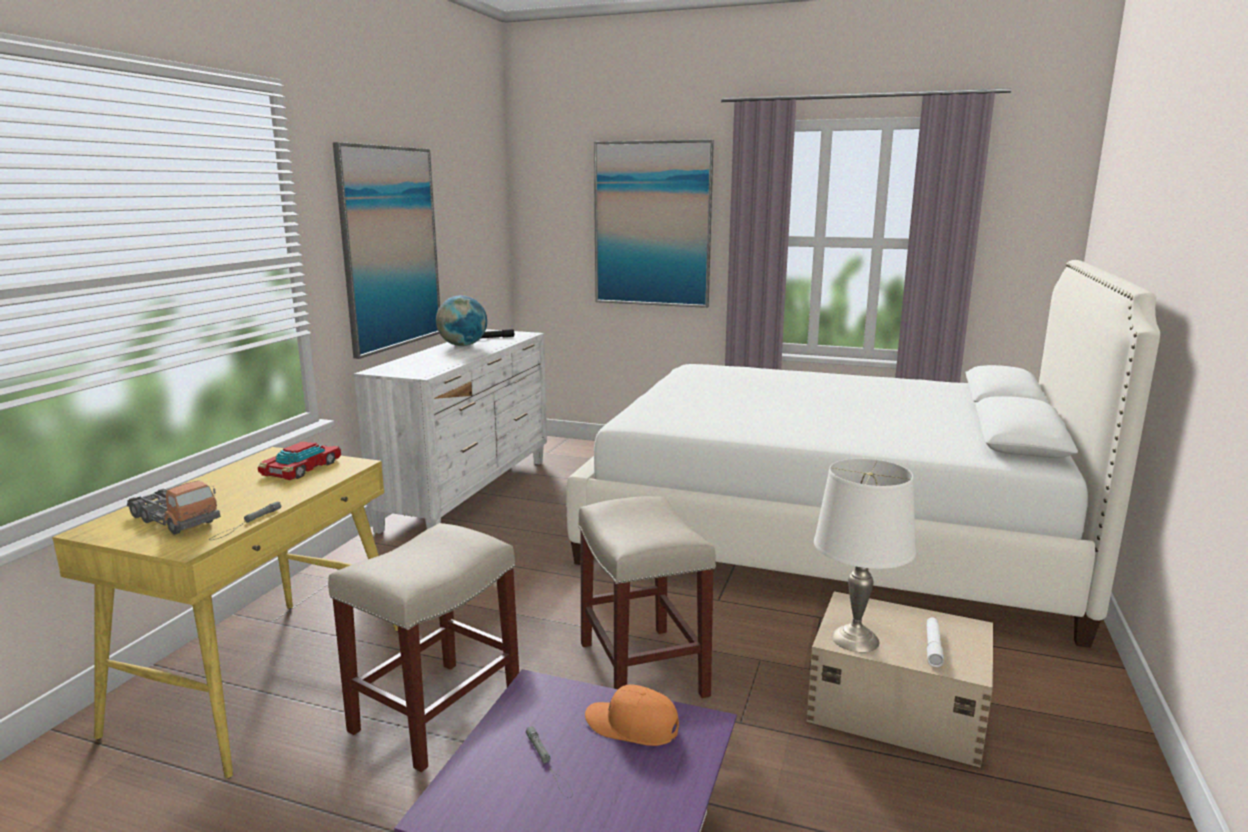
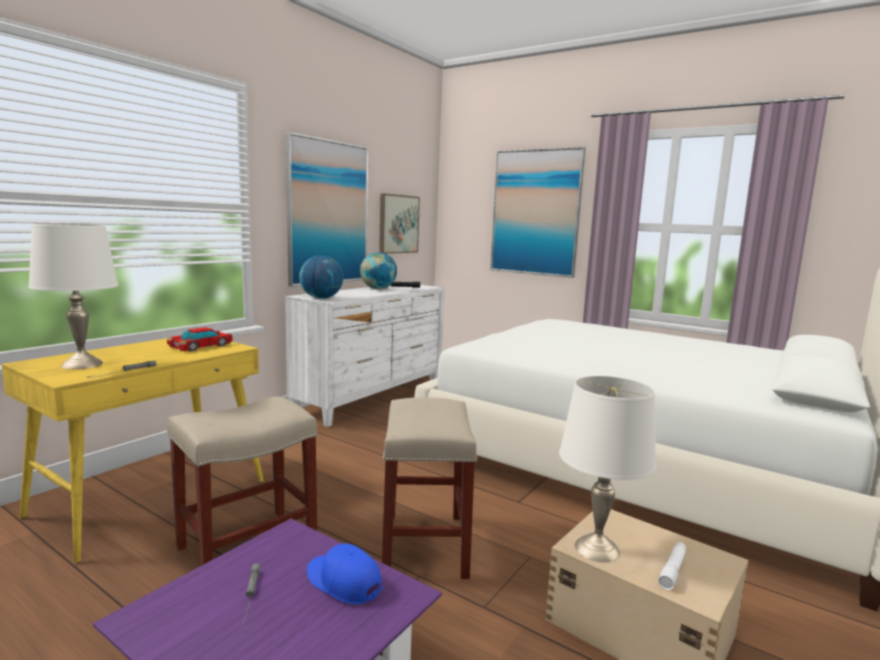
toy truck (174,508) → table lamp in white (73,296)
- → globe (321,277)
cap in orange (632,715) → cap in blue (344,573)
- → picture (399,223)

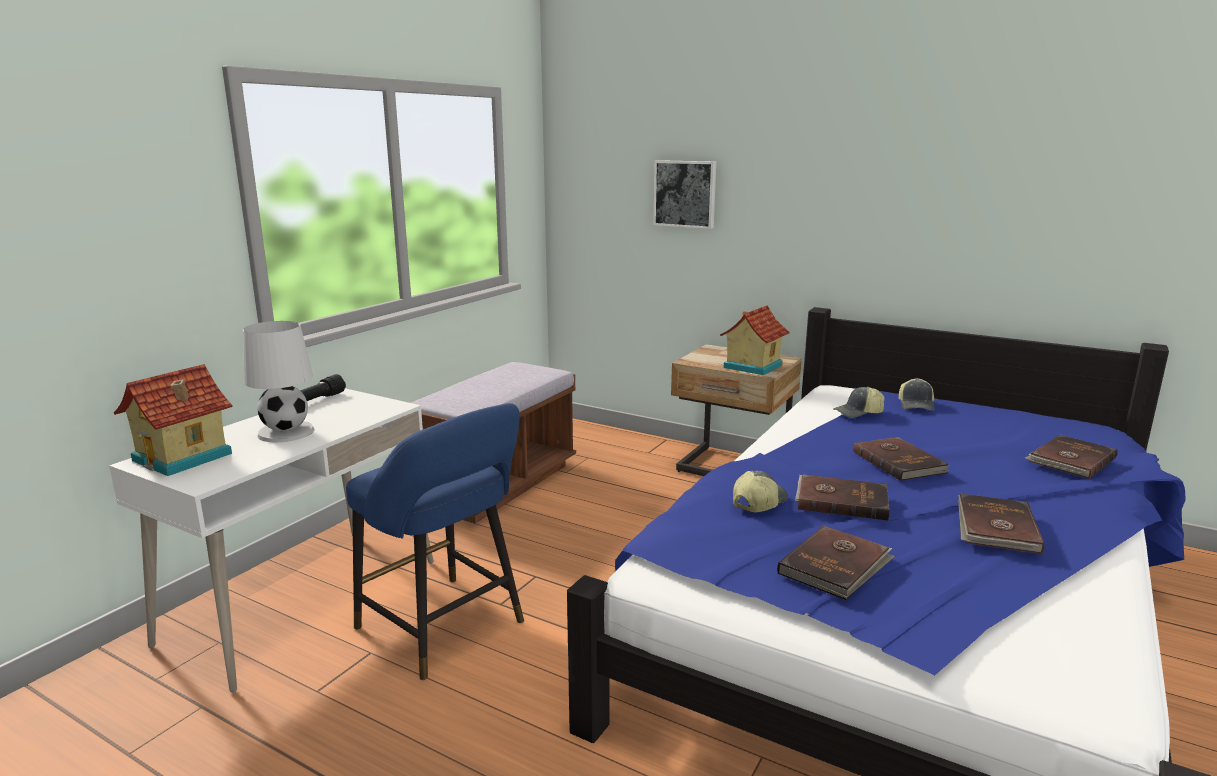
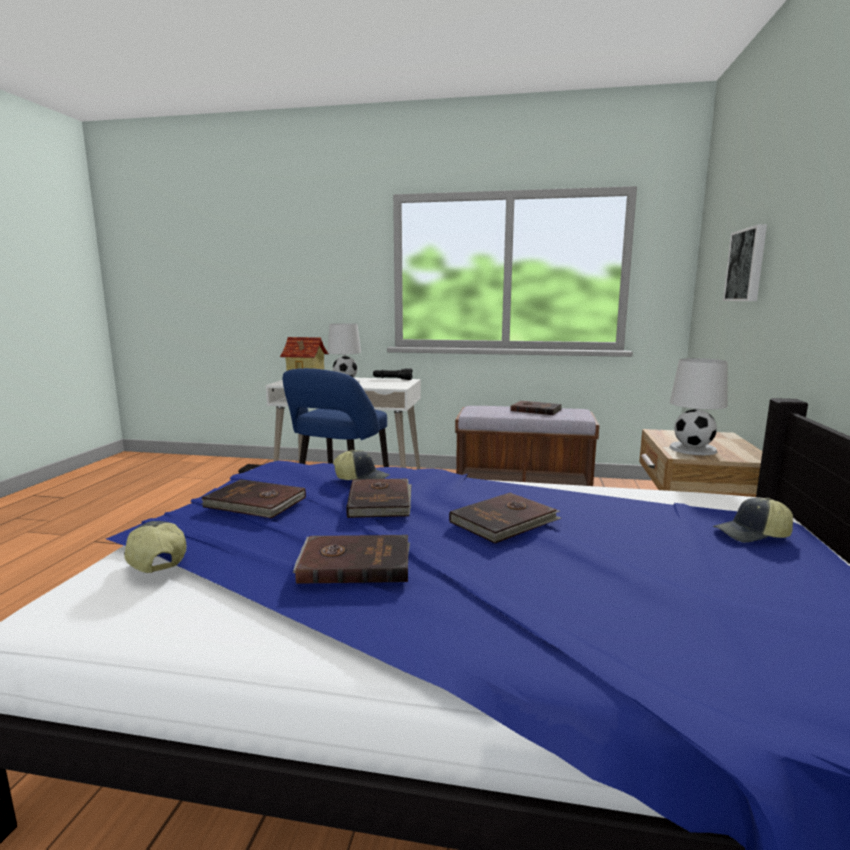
cap (859,402) → cap (155,547), shifted
book in brown (1071,457) → book in brown (536,408), shifted
toy house (755,340) → table lamp in white (698,406)

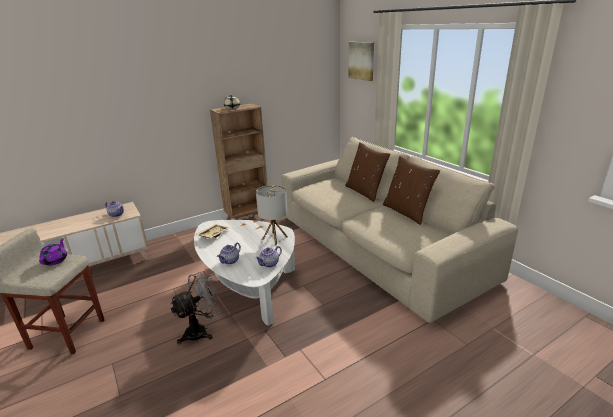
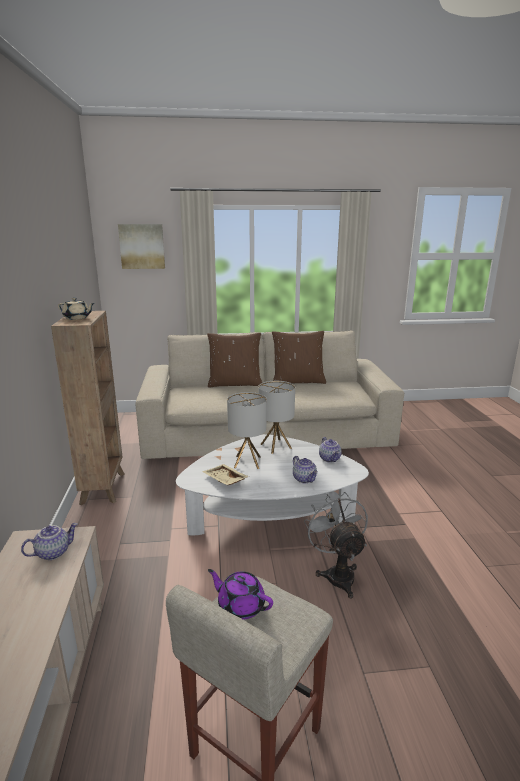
- → table lamp (247,430)

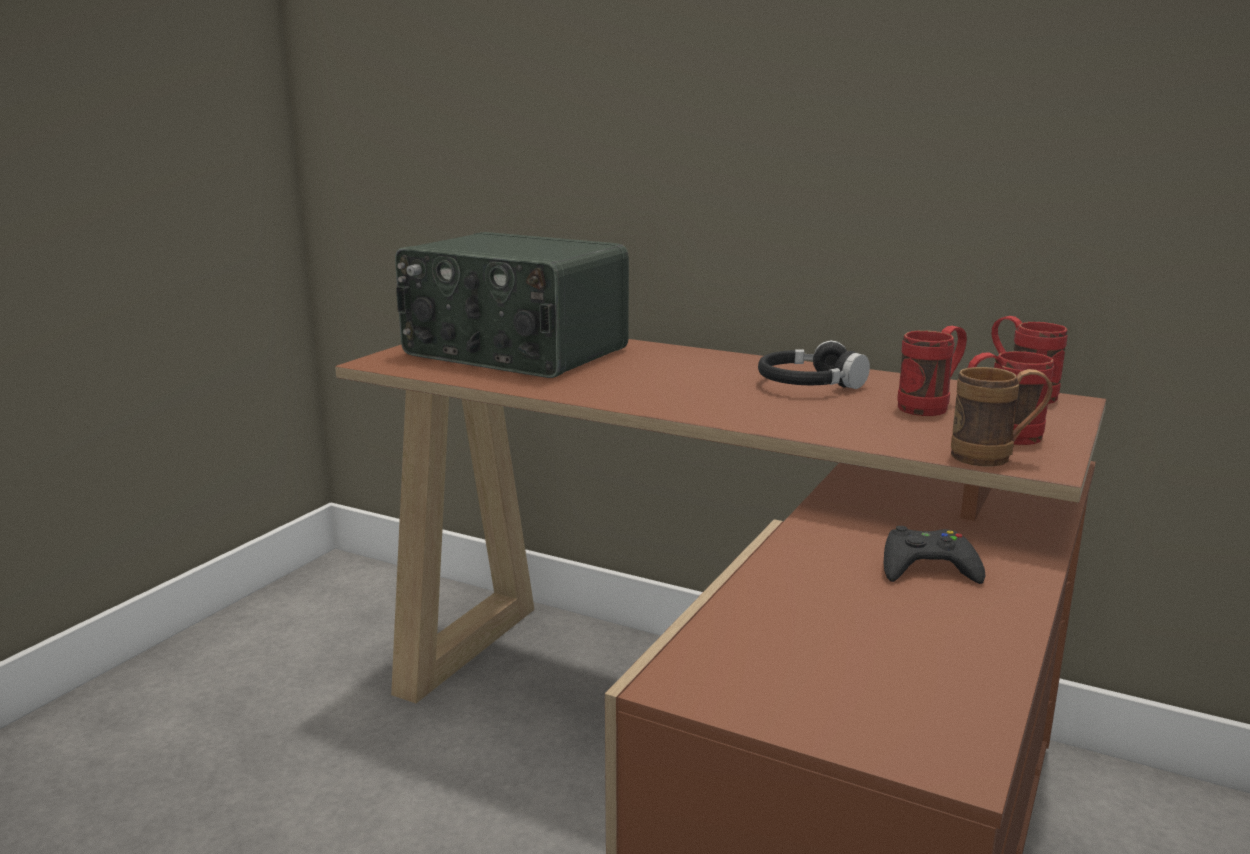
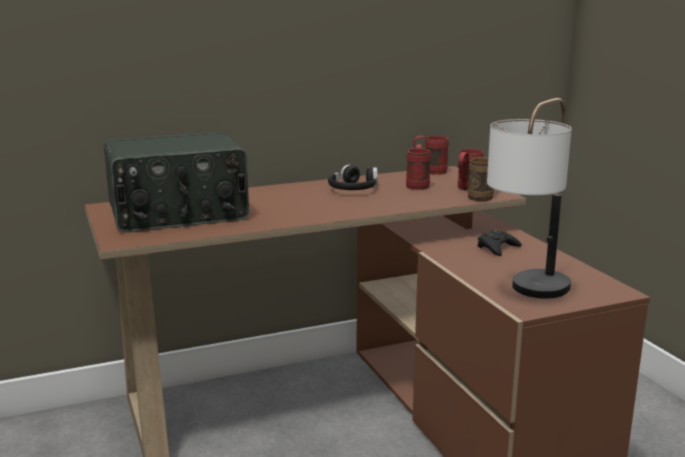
- → table lamp (529,198)

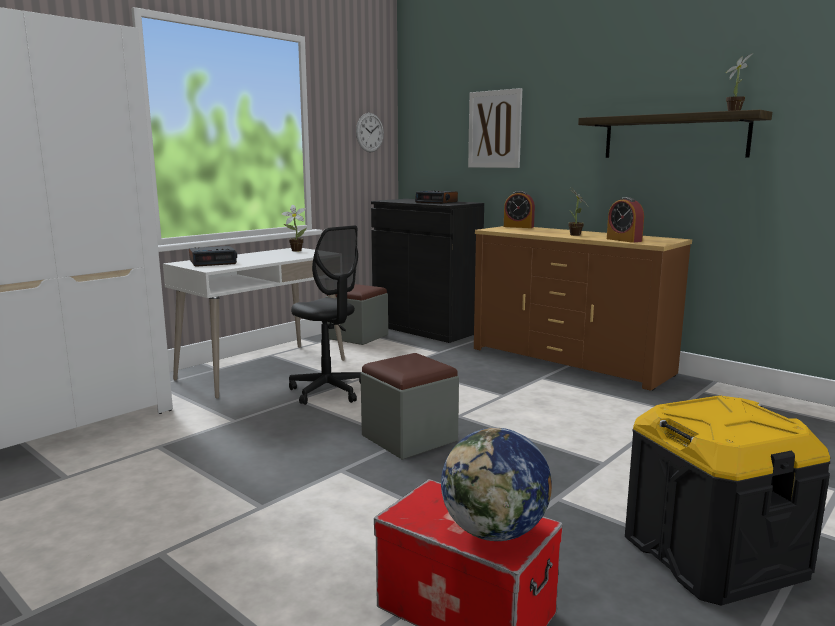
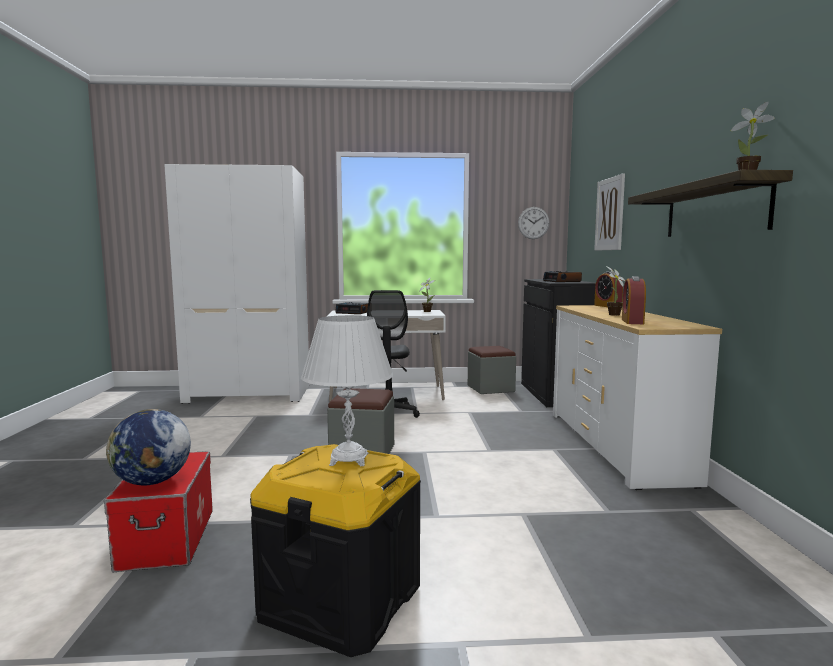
- → table lamp in white (347,390)
dresser in brown (583,308) → dresser in white (637,397)

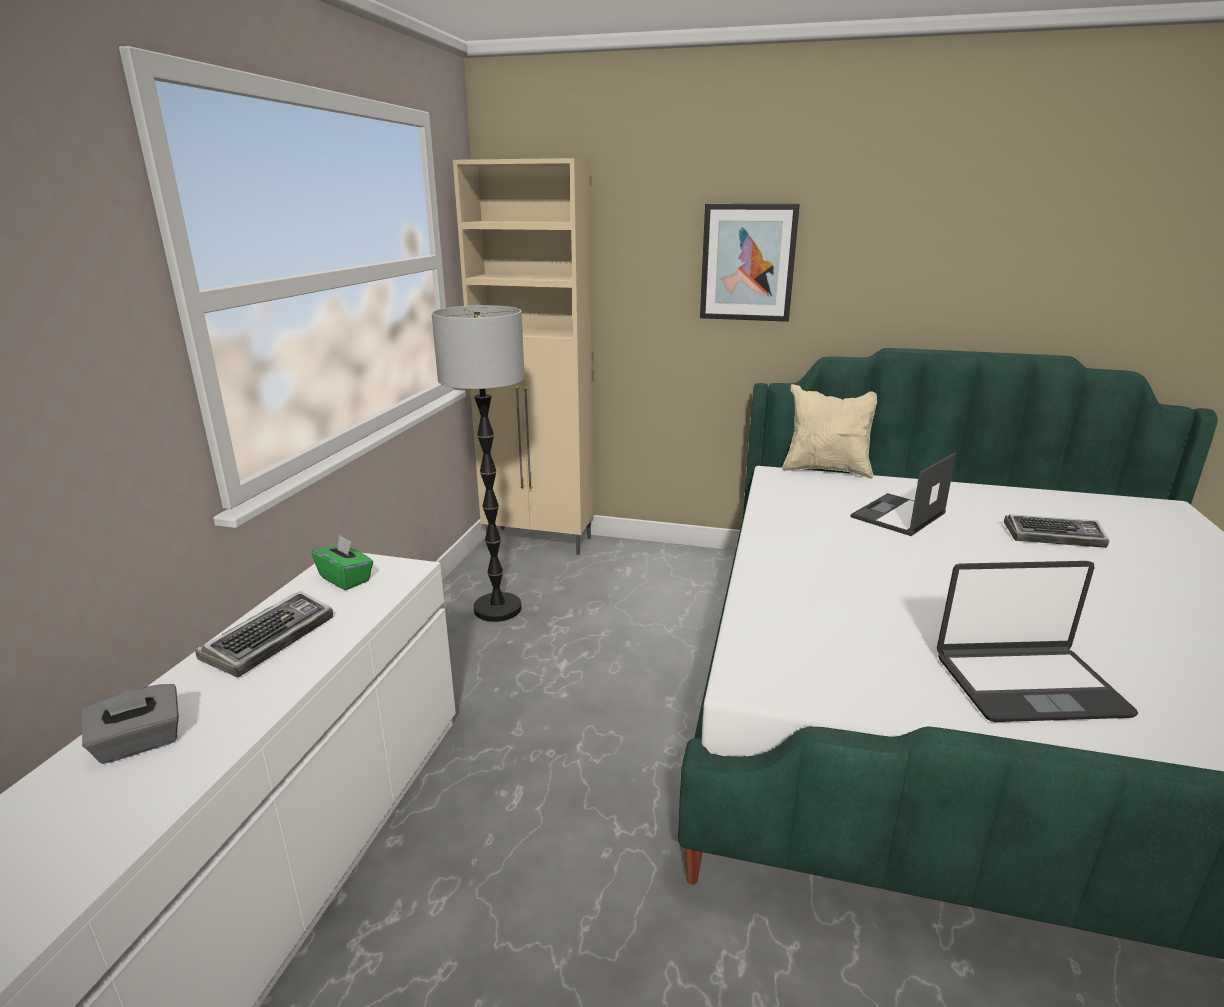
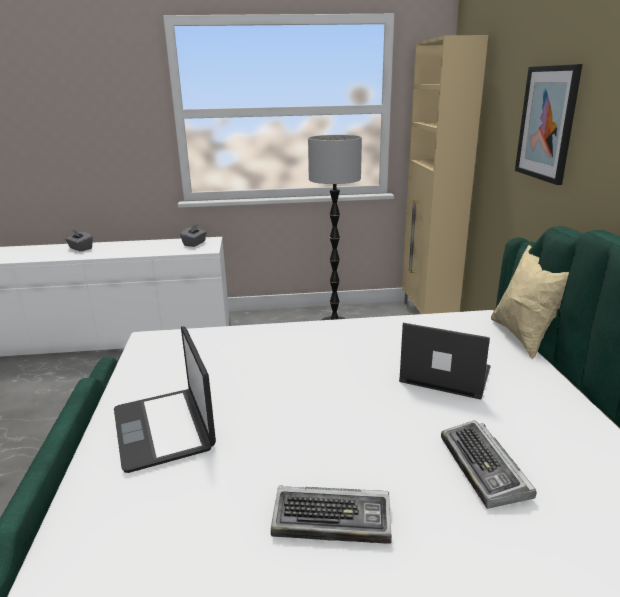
tissue box in green (342,562) → tissue box in grey (193,235)
keyboard (264,634) → keyboard (331,514), shifted

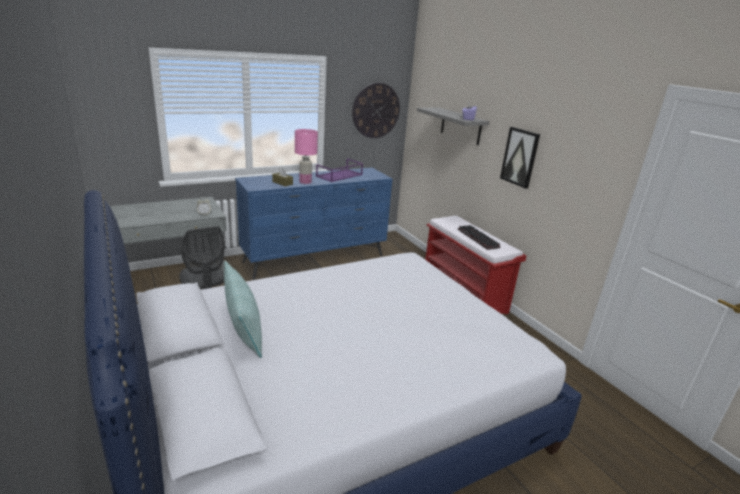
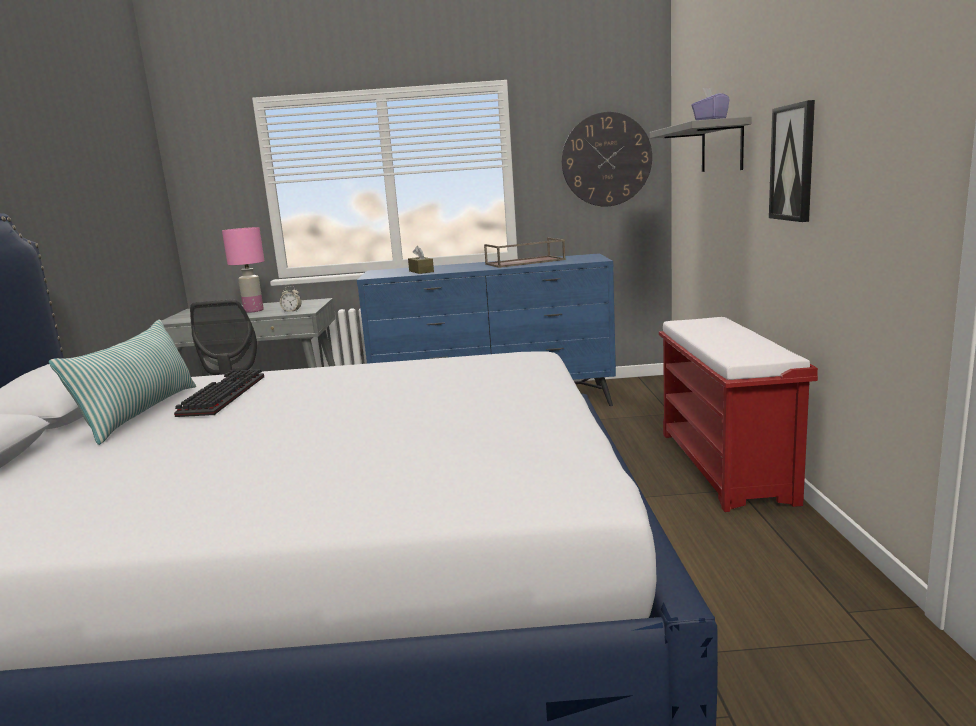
keyboard (479,237) → keyboard (219,393), shifted
table lamp in pink (306,156) → table lamp in pink (243,270), shifted
tray in purple (339,170) → tray in brown (525,253)

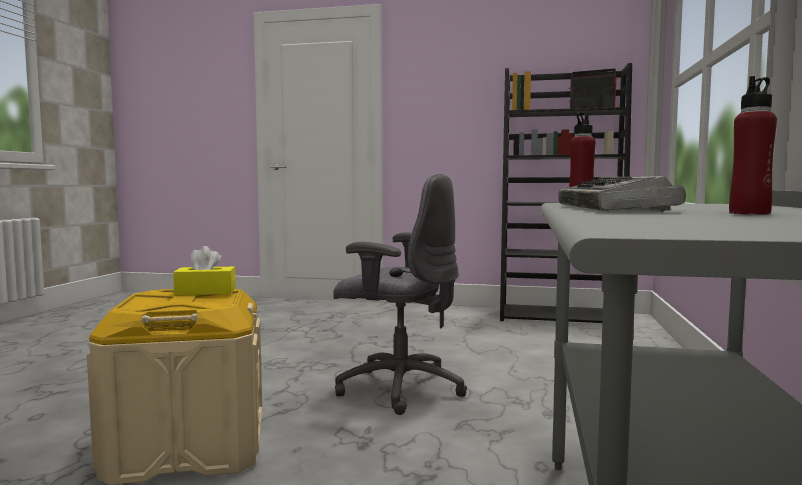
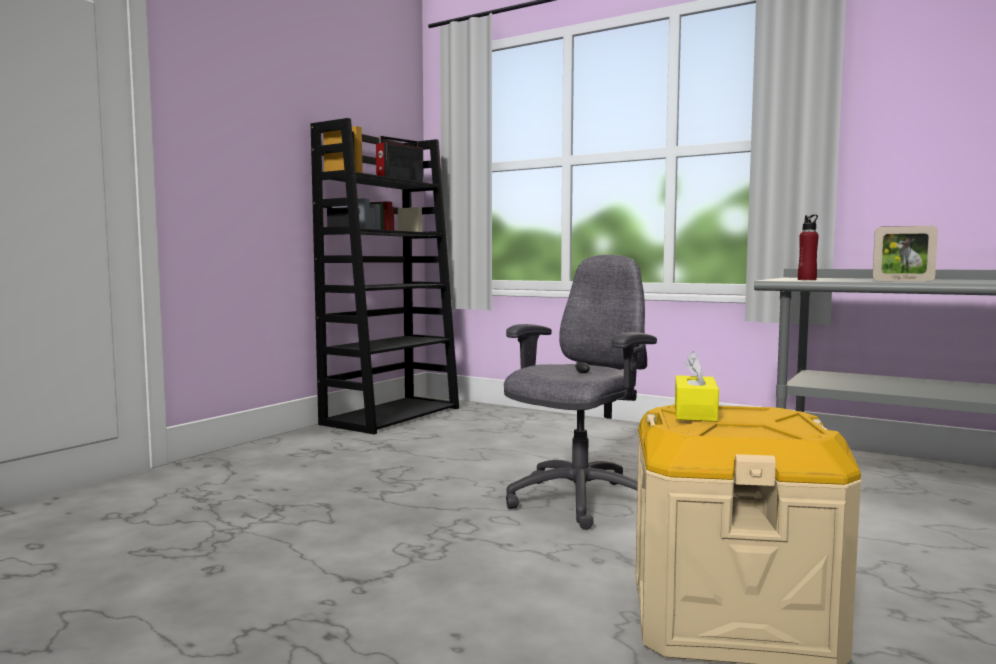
keyboard (622,194) → picture frame (905,253)
bottle in red (753,145) → -

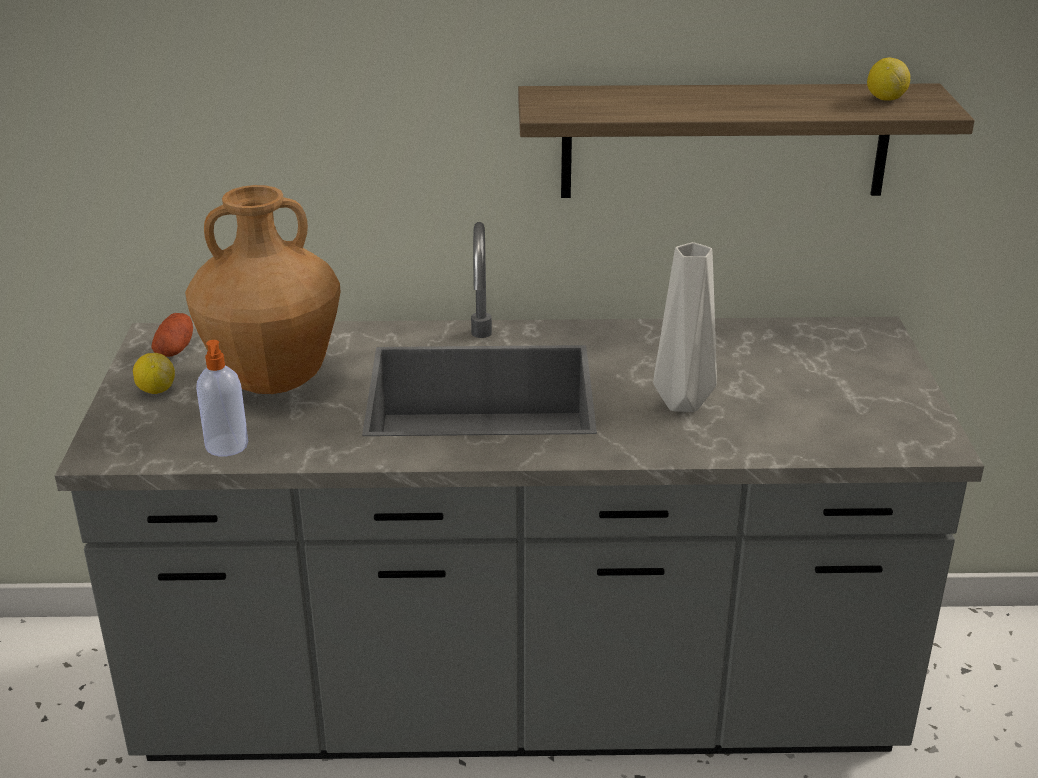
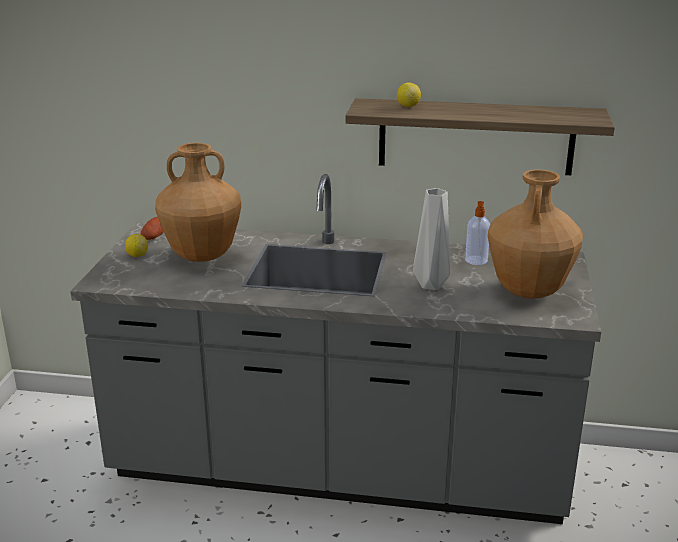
lemon (888,79) → lemon (409,94), shifted
soap dispenser (222,398) → soap dispenser (477,233), shifted
- → vase in brown (535,234)

